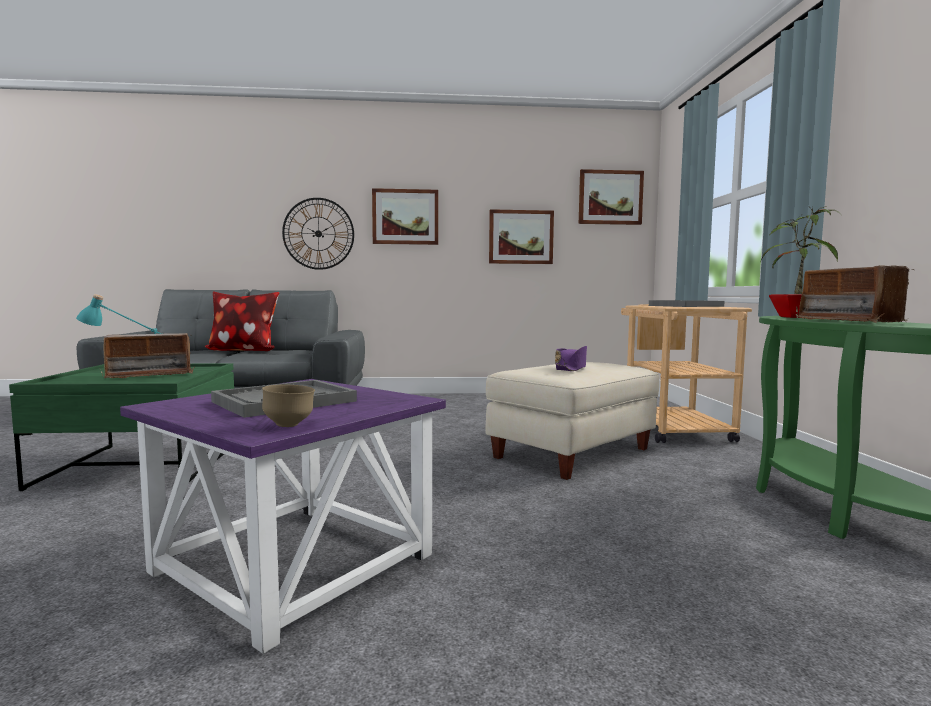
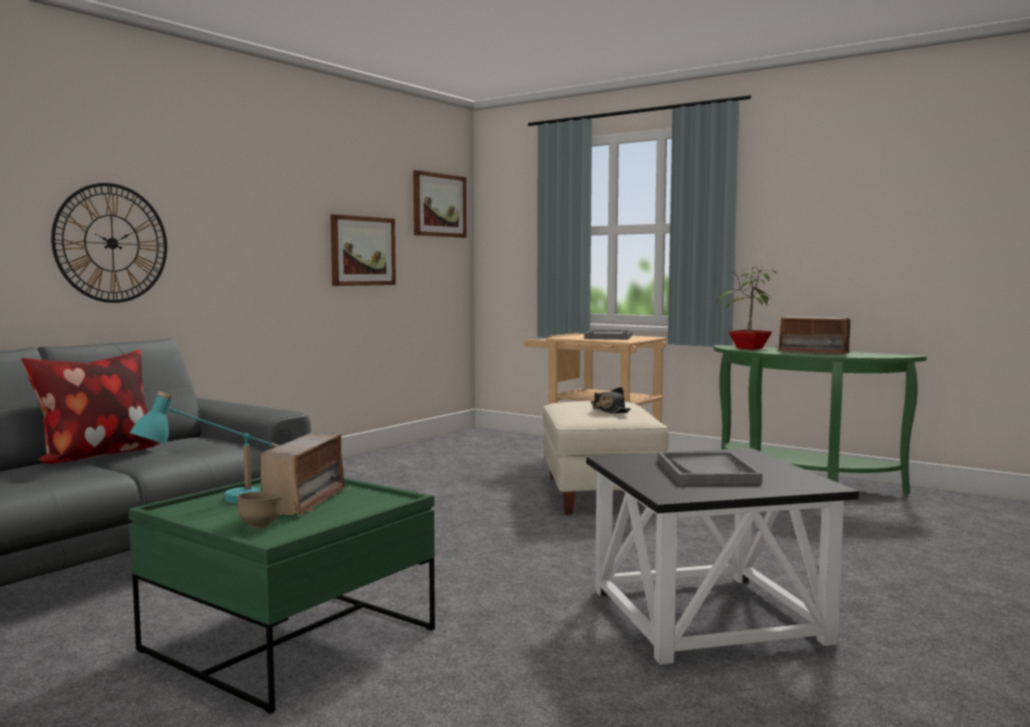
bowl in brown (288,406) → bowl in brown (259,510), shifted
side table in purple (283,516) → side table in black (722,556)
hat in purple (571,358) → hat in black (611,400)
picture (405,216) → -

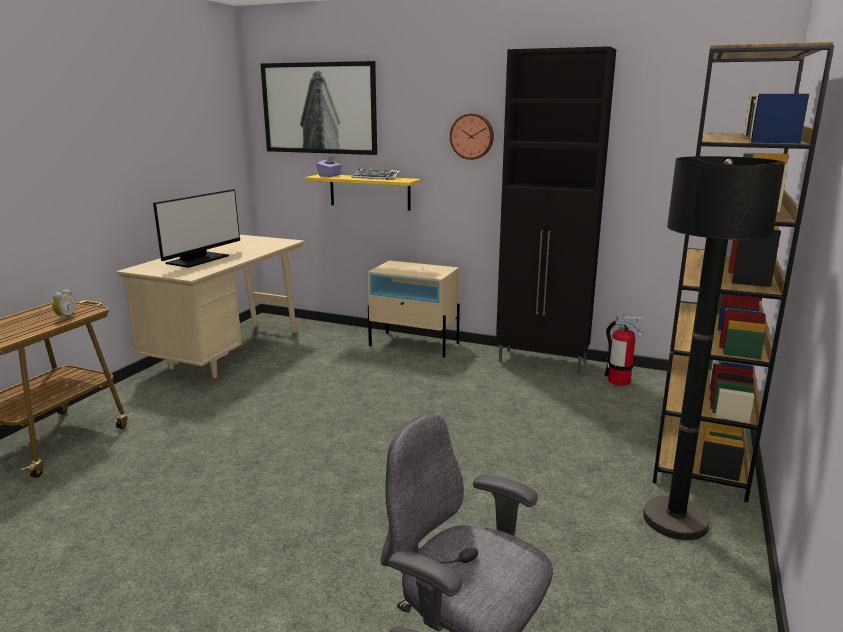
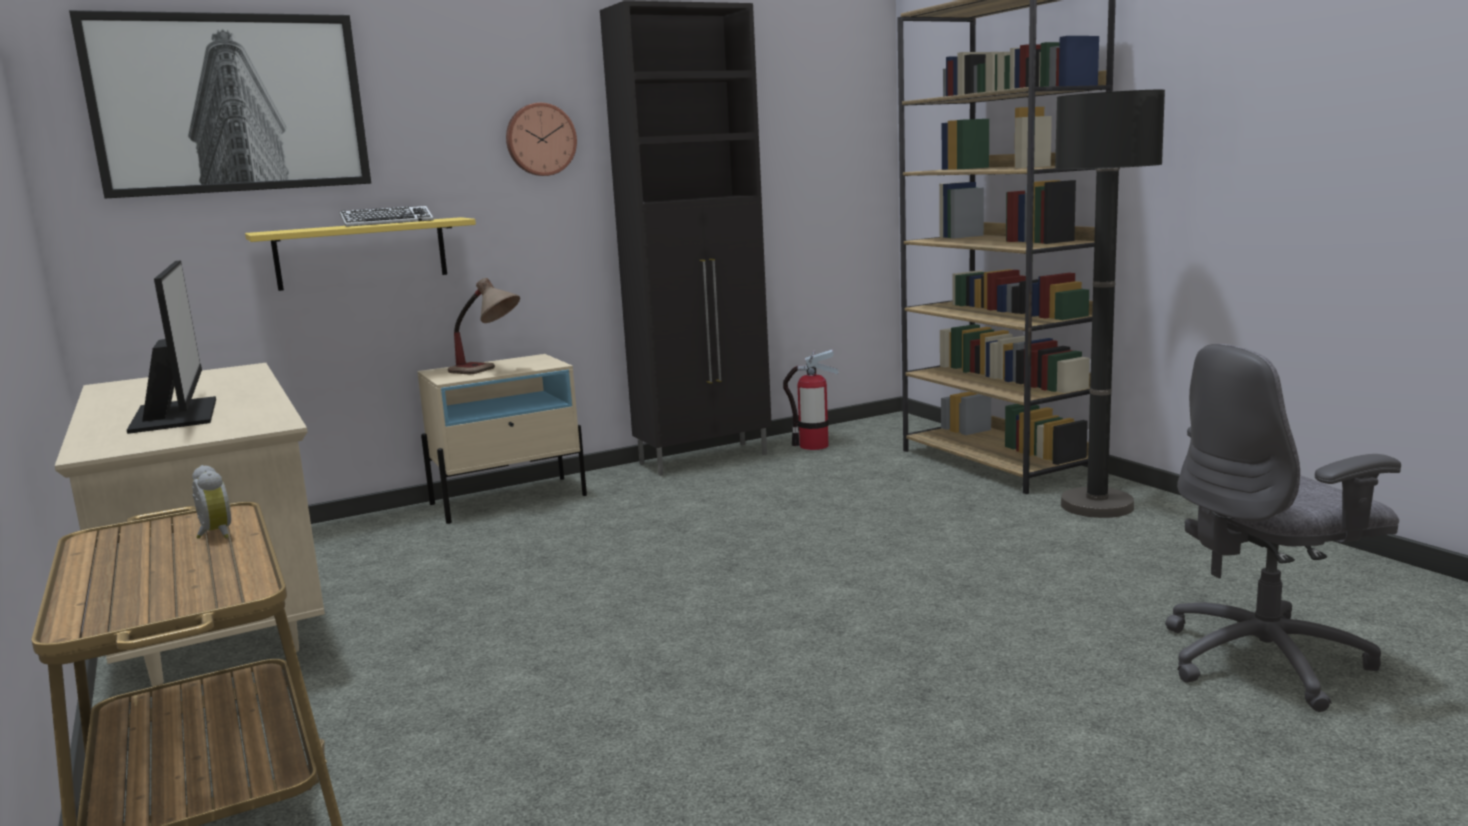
- → table lamp (484,326)
tissue box in purple (329,166) → -

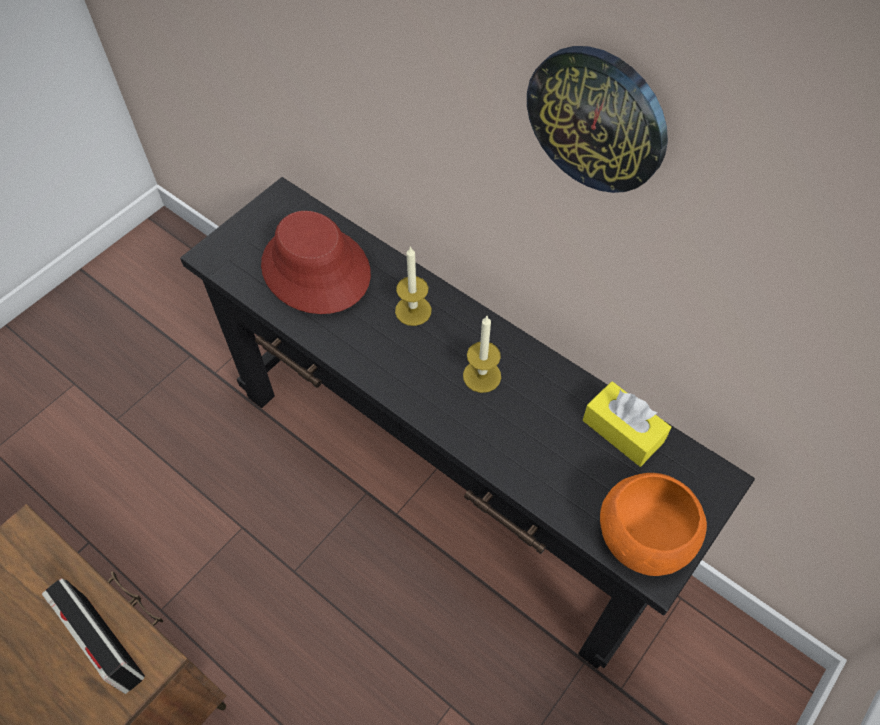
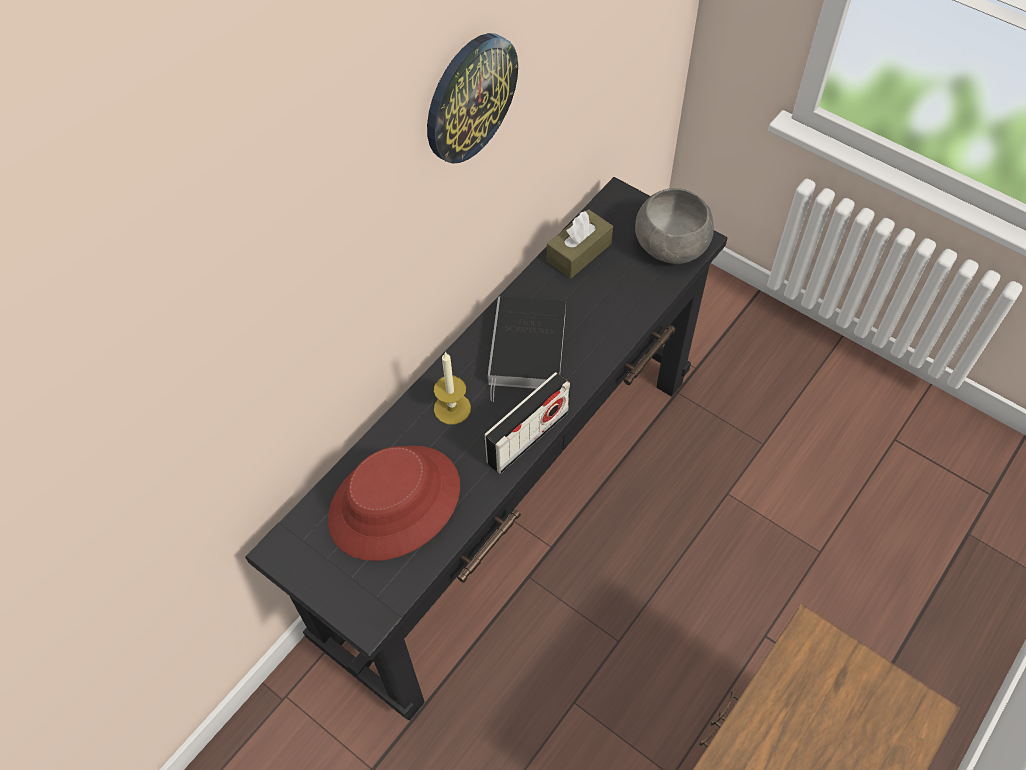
radio (93,636) → radio (527,423), shifted
candle (482,354) → book (527,349)
tissue box in yellow (627,424) → tissue box in brown (580,243)
bowl in orange (653,524) → bowl in grey (674,226)

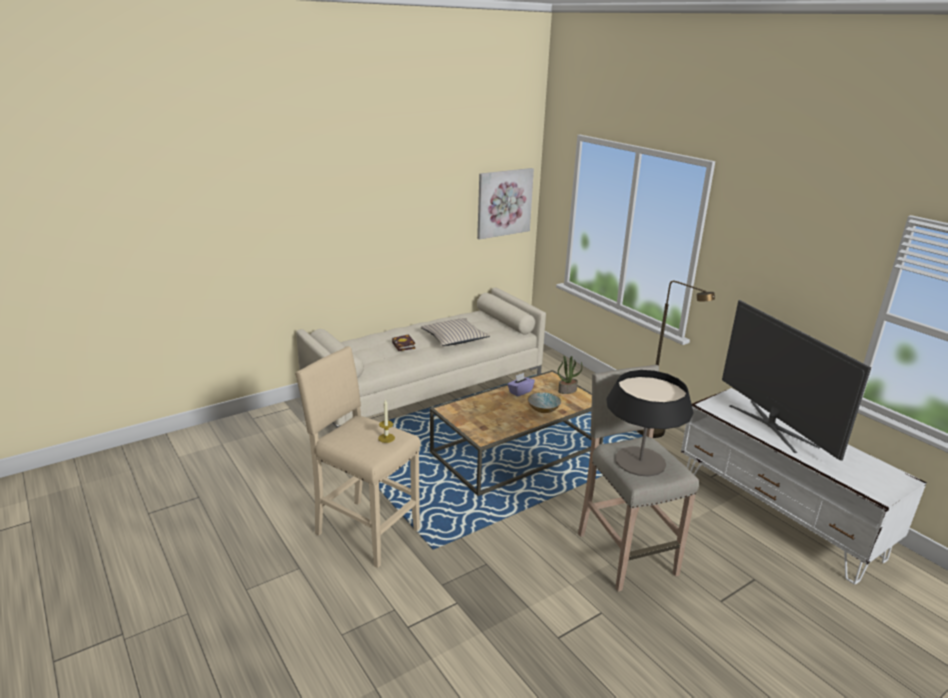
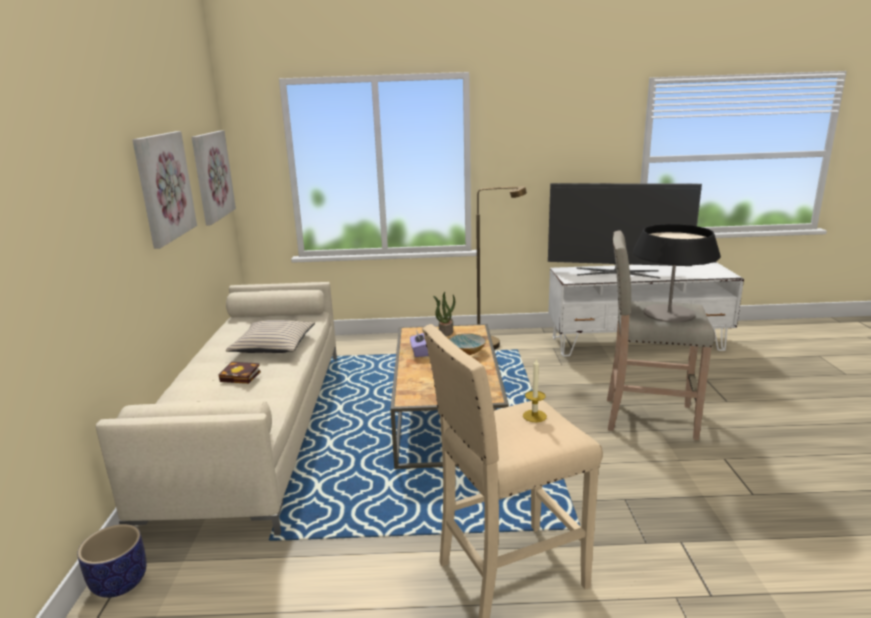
- → planter (112,561)
- → picture (164,190)

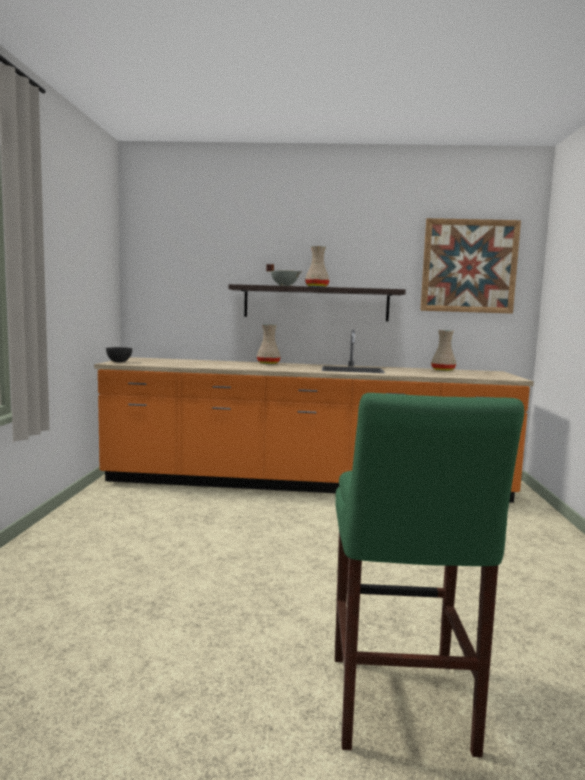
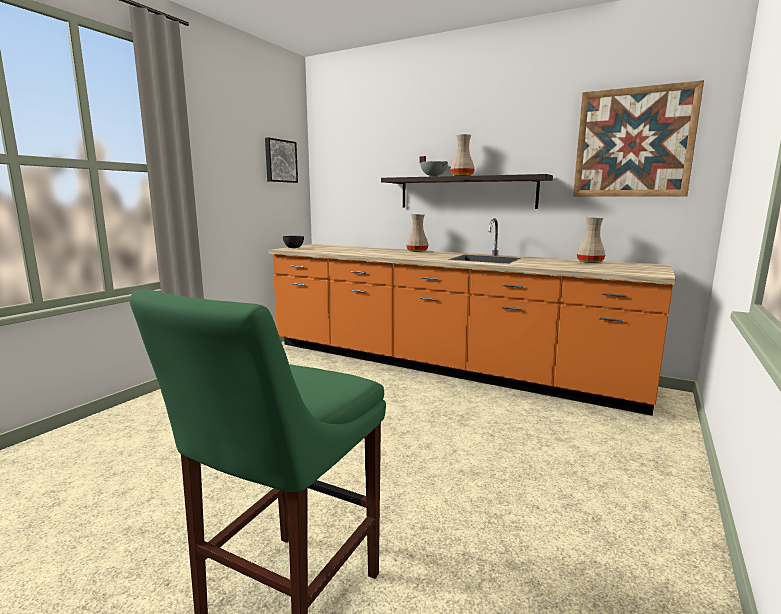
- → picture (281,160)

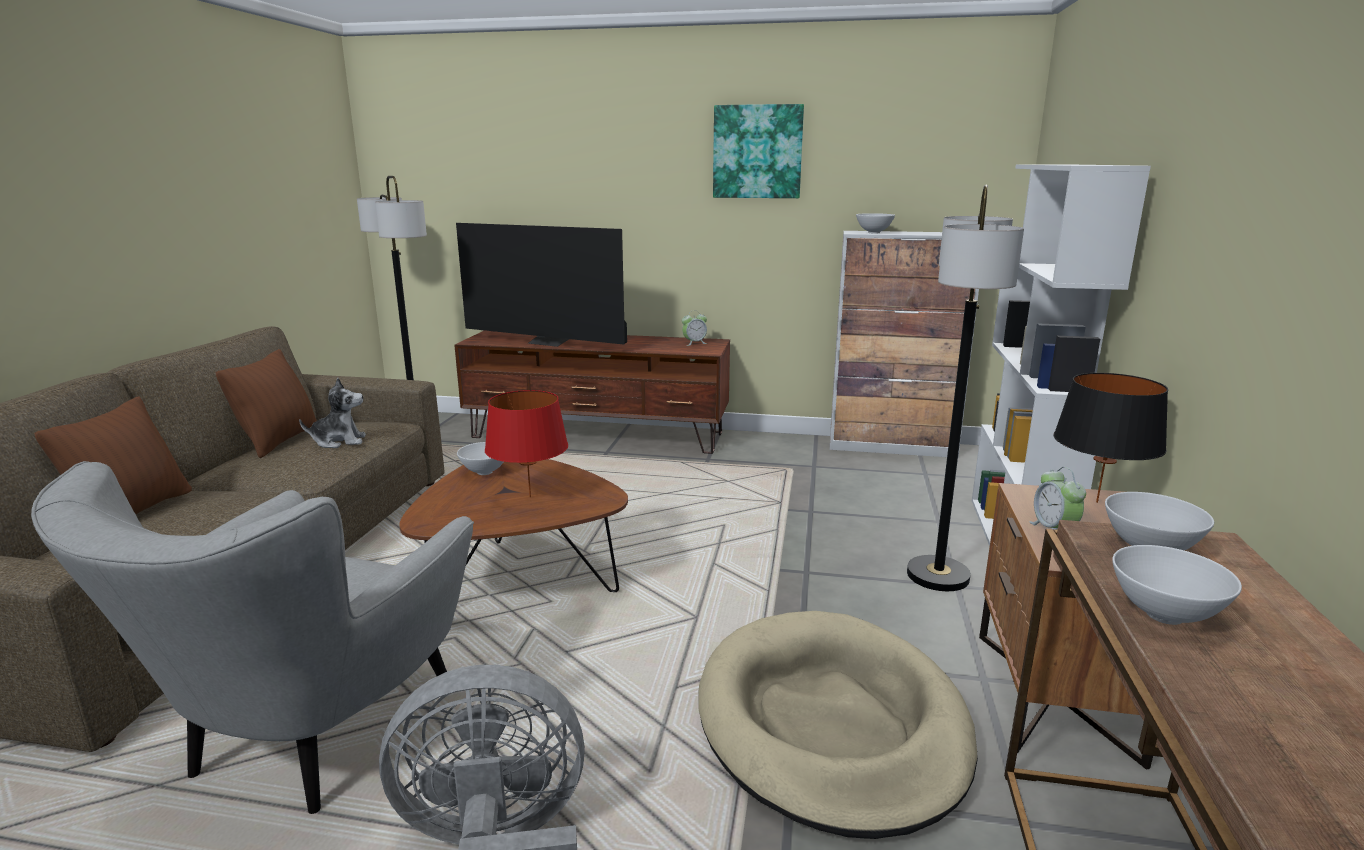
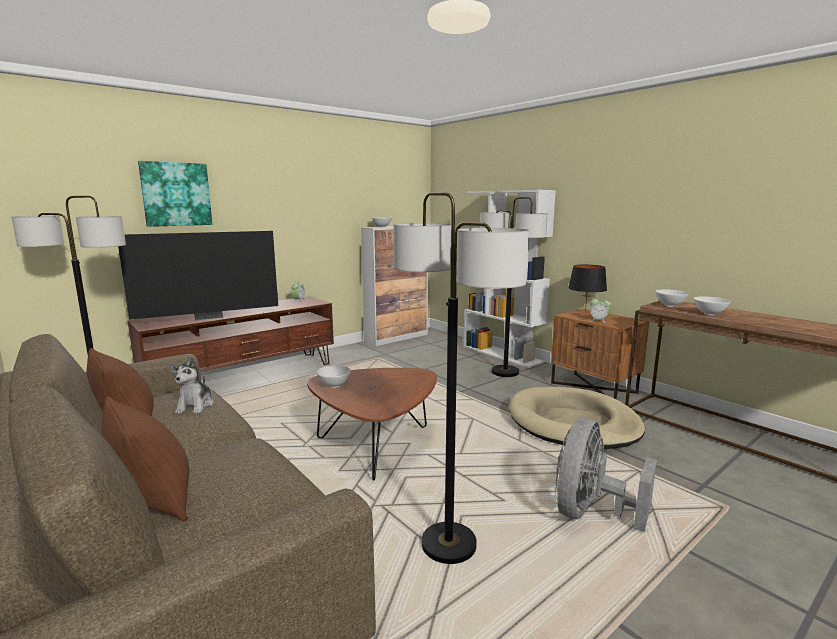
picture (758,151) → picture (175,194), shifted
plush toy (332,413) → plush toy (192,385), 150 degrees clockwise
armchair in grey (252,637) → floor lamp (462,378)
table lamp in red (526,444) → -

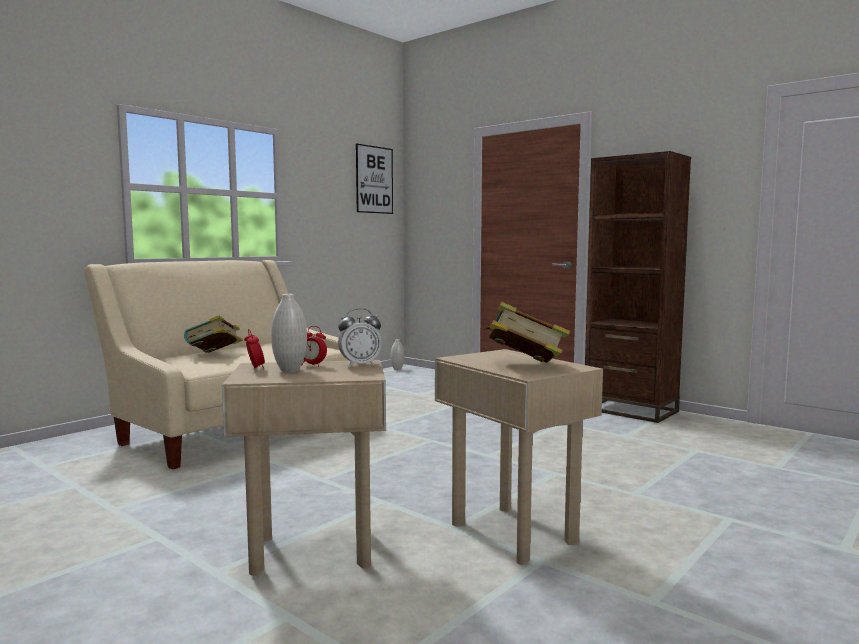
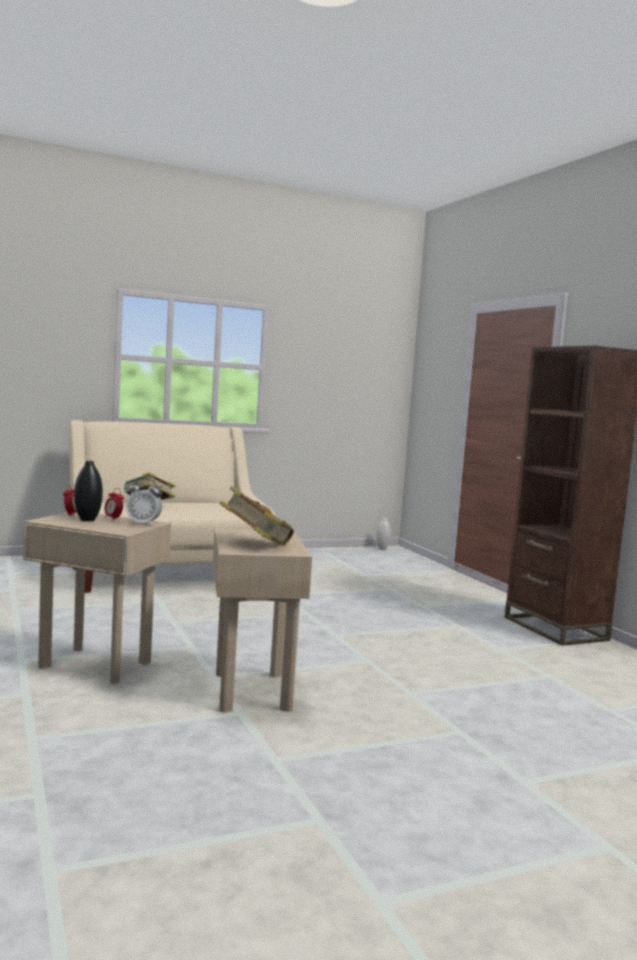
vase in white (289,333) → vase in black (88,491)
picture (374,179) → -

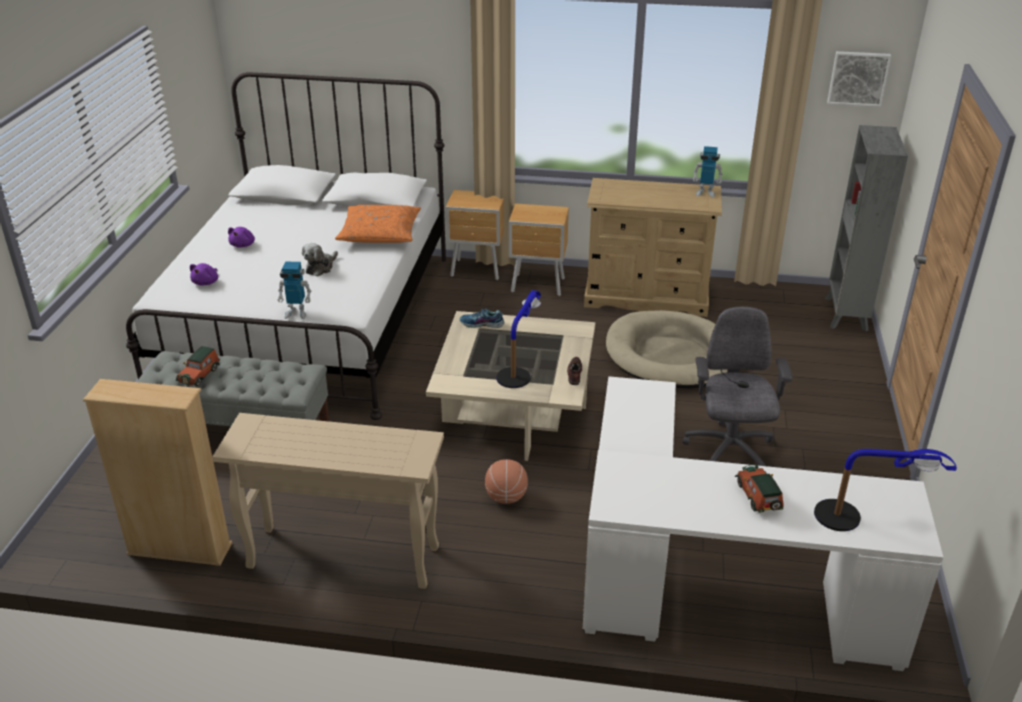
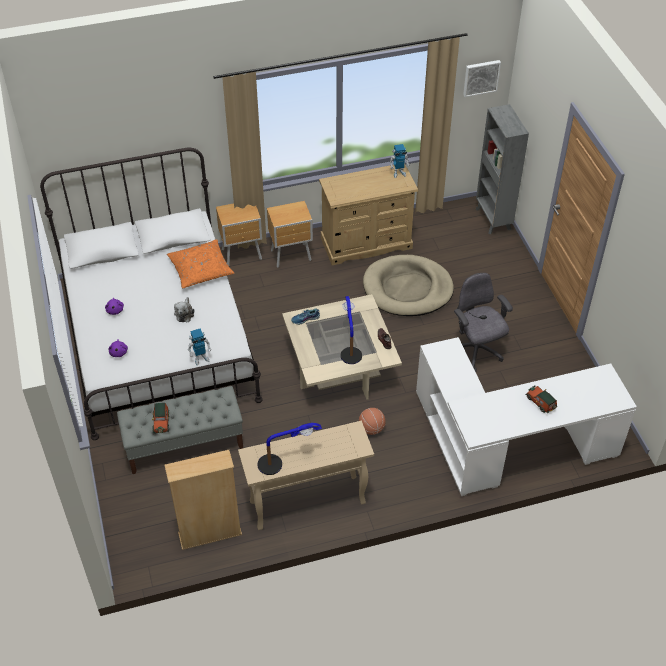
table lamp (885,490) → table lamp (290,449), shifted

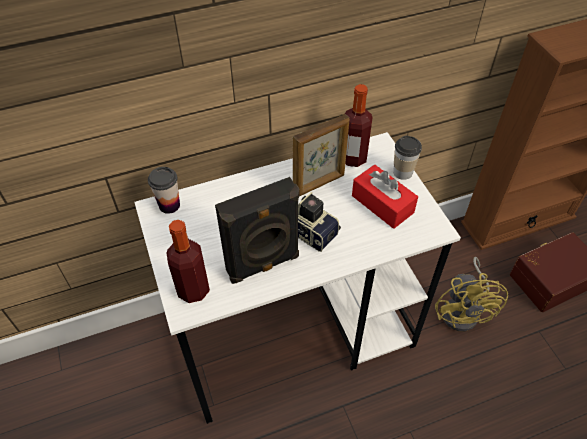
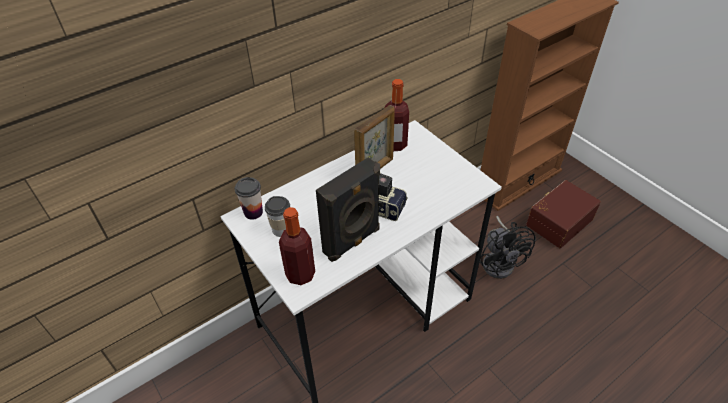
cup (407,158) → cup (277,216), shifted
fan in yellow (471,294) → fan in black (508,247)
tissue box in red (385,197) → -

